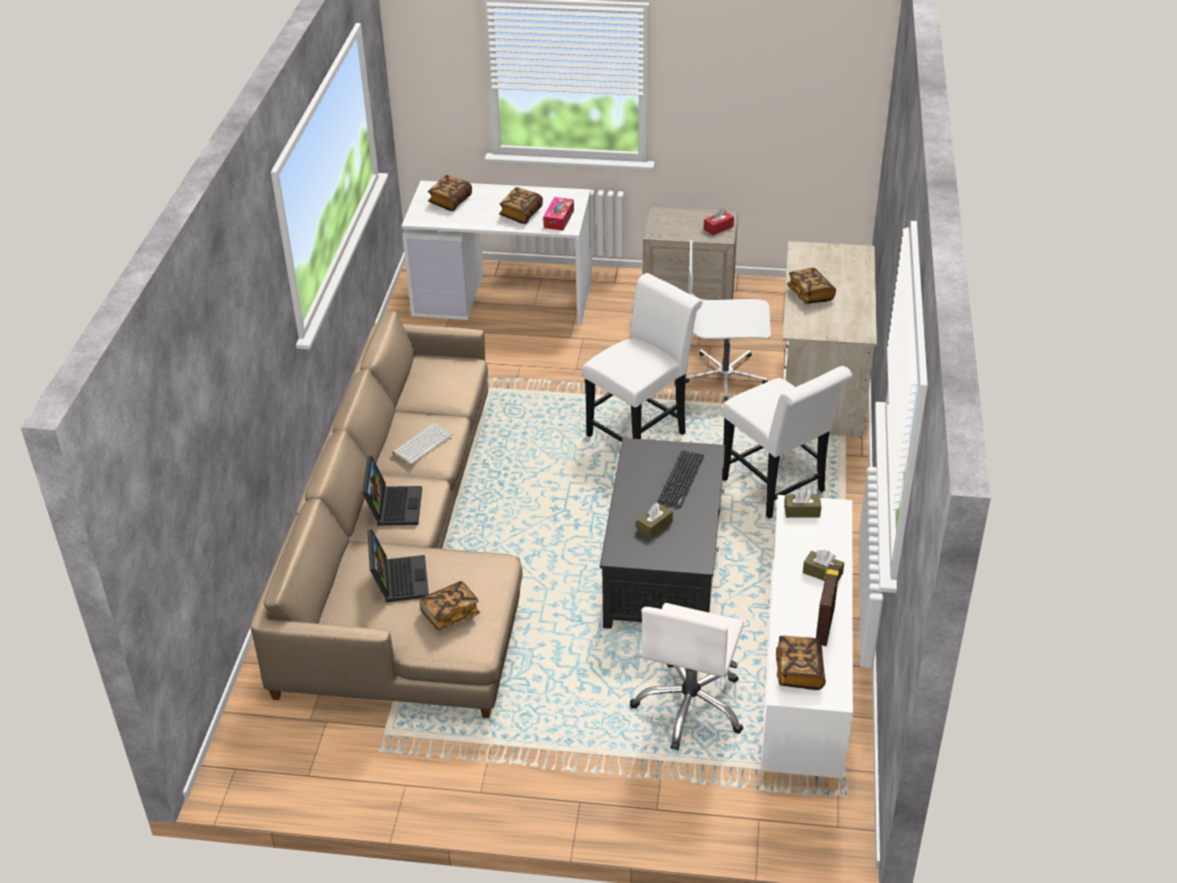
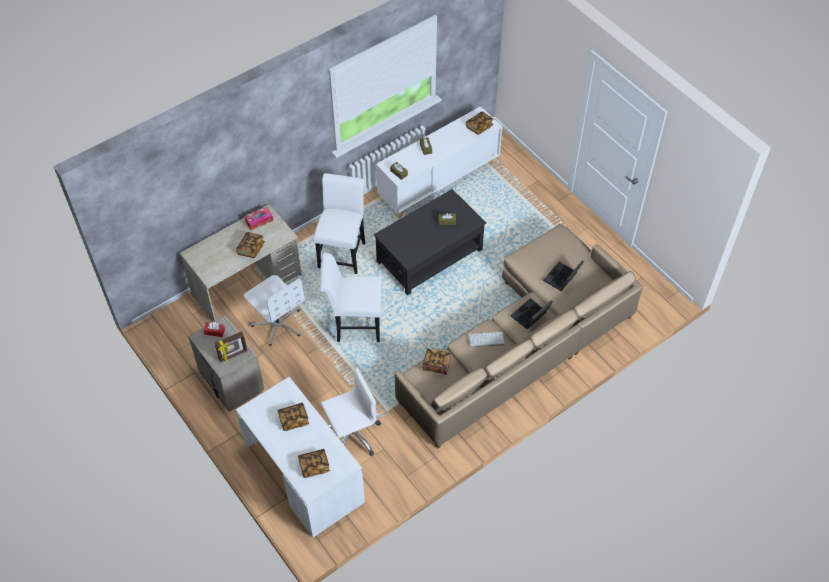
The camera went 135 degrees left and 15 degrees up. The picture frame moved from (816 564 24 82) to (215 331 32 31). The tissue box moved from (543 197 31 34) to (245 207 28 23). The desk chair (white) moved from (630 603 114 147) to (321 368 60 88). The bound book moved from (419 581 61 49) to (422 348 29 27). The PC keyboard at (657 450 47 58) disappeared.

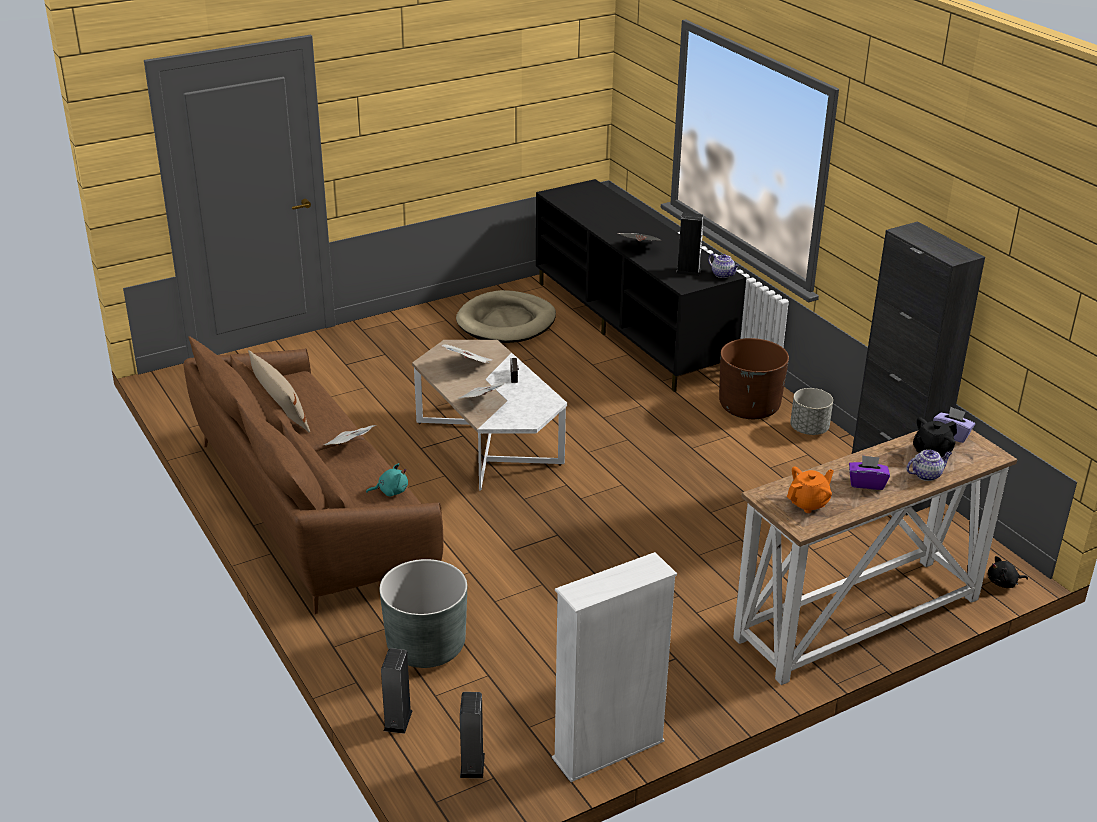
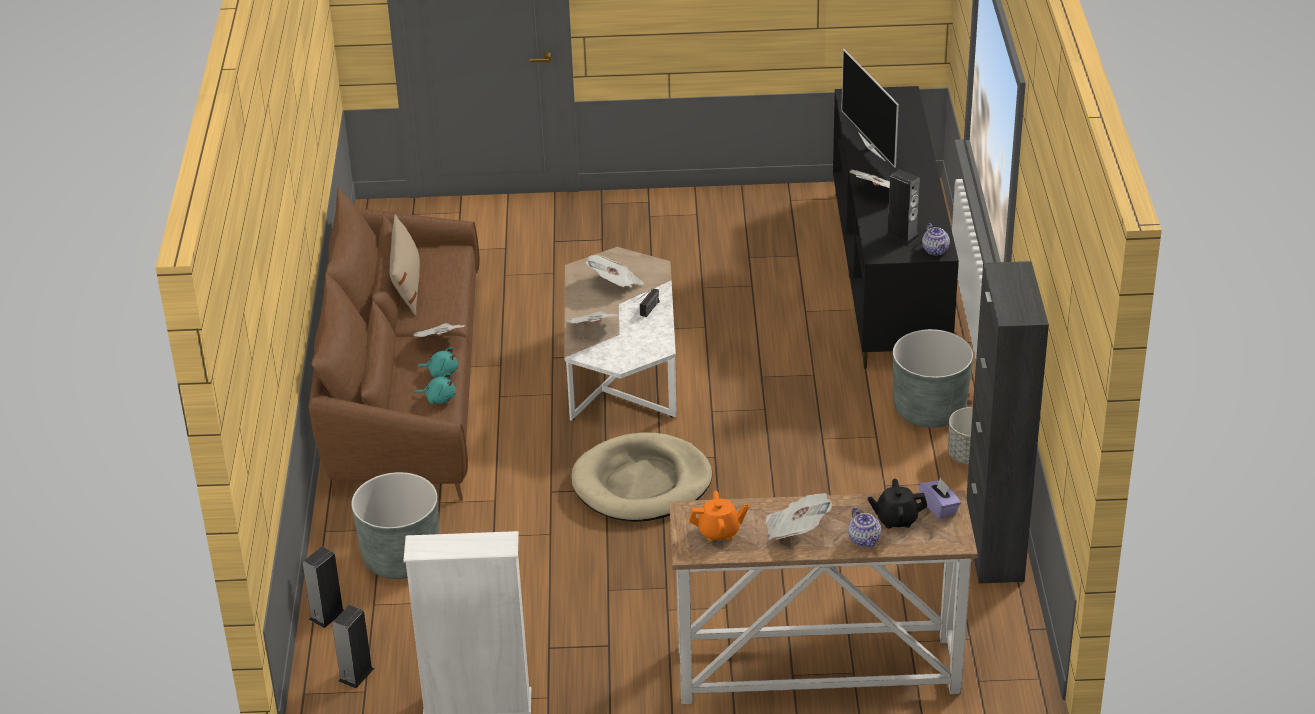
The camera went 30 degrees right and 5 degrees up. The plush toy (blue-green) at (418 347 40 31) appeared. The dog cushion (sand-coloured) moved from (456 290 100 53) to (571 432 141 90). The tissue box (purple) at (849 455 41 35) was replaced by the daily paper at (766 493 66 47). The TV at (841 49 58 119) appeared. The tea pot at (906 449 46 32) turned 60 degrees clockwise. The flower pot (brownish) at (719 338 70 81) became the flower pot (grey) at (893 329 80 99). The plush toy (blackish) at (988 556 40 32) disappeared.

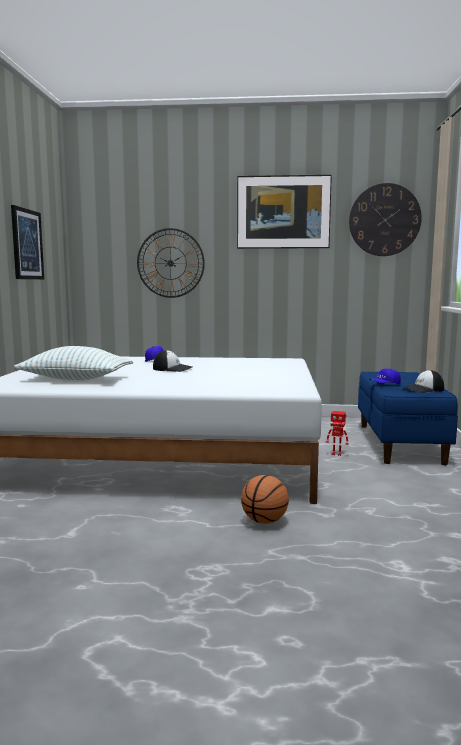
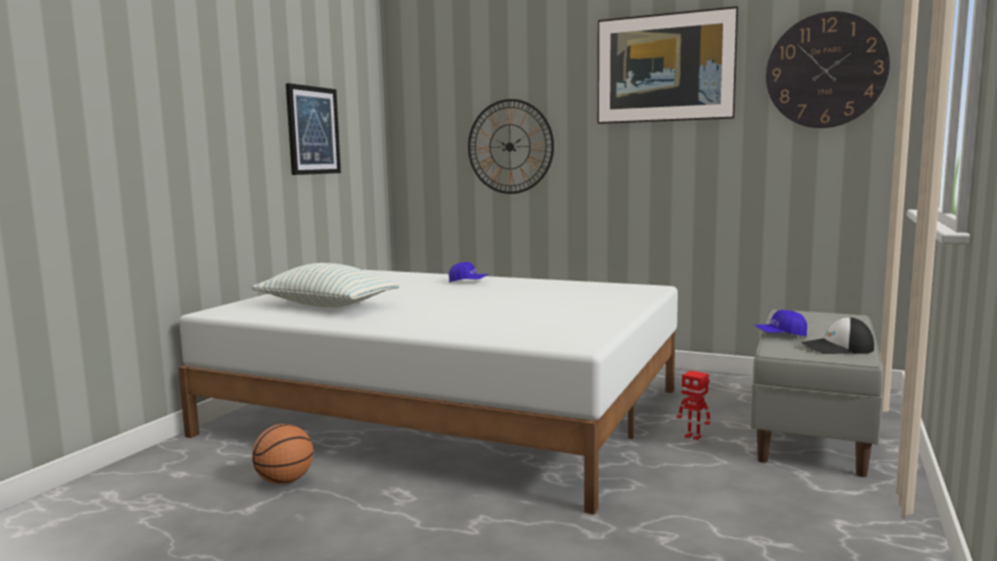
The camera went 20 degrees right and 0 degrees up. The basketball ball moved from (241 475 48 49) to (252 424 61 60). The bench (blue) at (358 372 100 93) became the bench (grey) at (750 309 134 168). The baseball cap at (153 350 39 22) disappeared.

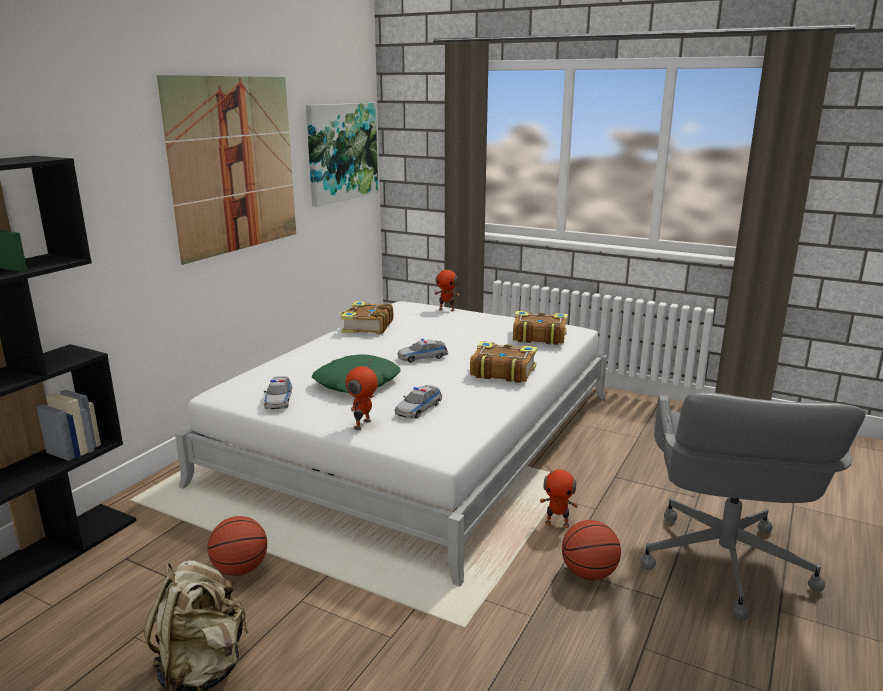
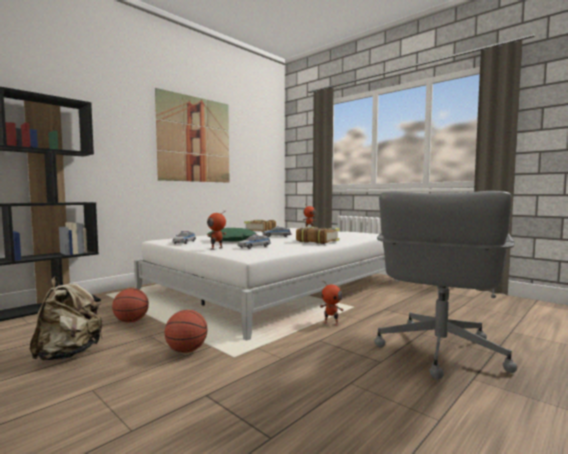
The camera went 15 degrees right and 15 degrees down. The basketball ball moved from (562 520 59 60) to (165 310 42 43). The wall picture at (306 103 72 104) disappeared. The bound book at (513 311 55 34) disappeared.

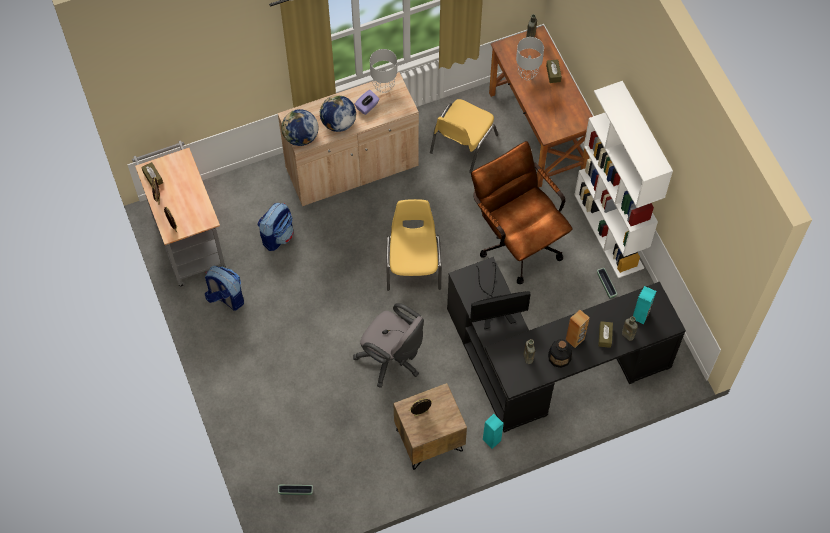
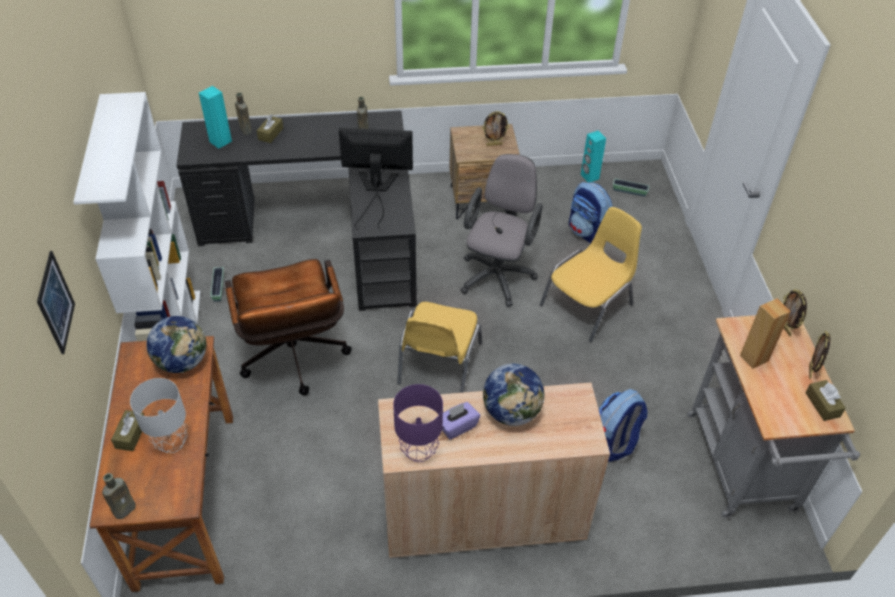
The camera went 165 degrees left and 15 degrees down. The wall picture at (37 251 38 103) appeared. The globe moved from (281 109 38 37) to (147 316 59 57). The lamp for a table (grey) at (370 49 27 44) became the lamp for a table (purple) at (393 384 50 78). The desk chair (grey) at (353 303 71 85) turned 60 degrees clockwise. The upright chair (yellow-coloured) moved from (430 99 68 74) to (540 207 102 135). The knapsack moved from (205 266 39 45) to (569 182 44 62). The audio speaker (blue-green) moved from (483 414 21 35) to (581 130 25 52). The audio speaker (brownish) moved from (566 310 24 38) to (740 298 51 71). The drink bottle at (548 339 24 29) disappeared.

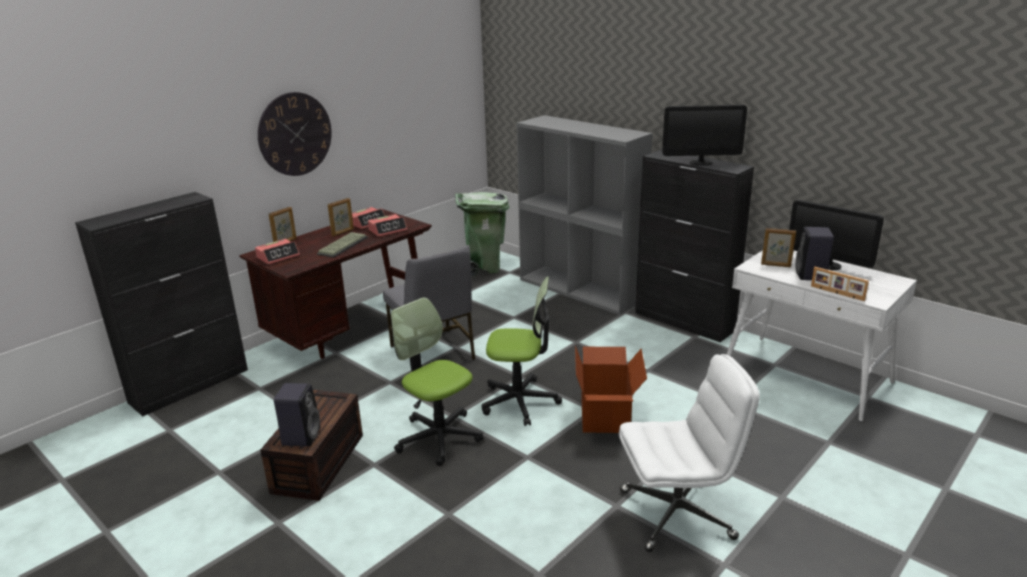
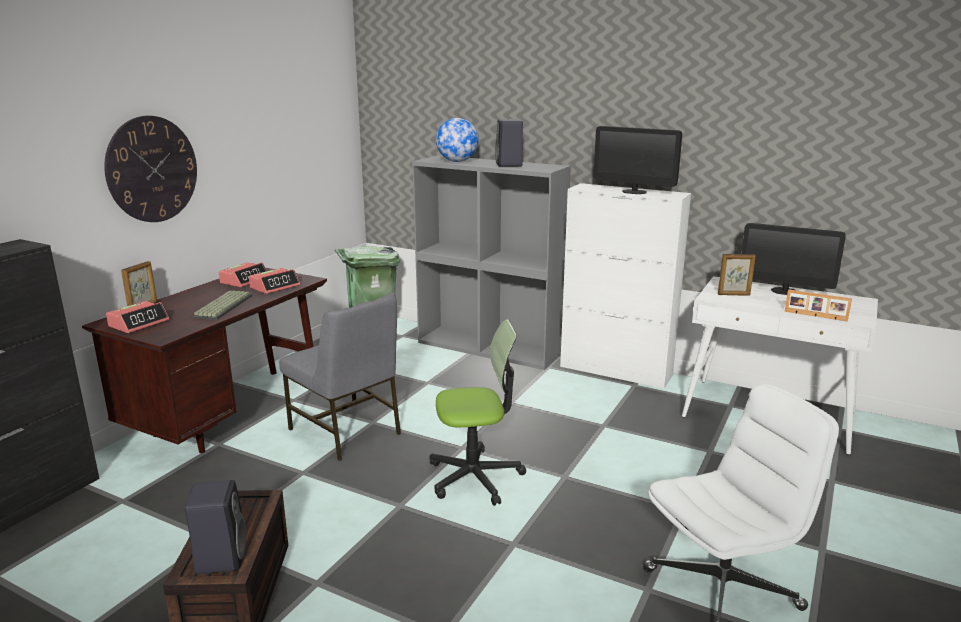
The camera went 15 degrees left and 5 degrees down. The globe at (436 118 42 44) appeared. The audio speaker (blackish) moved from (796 227 38 53) to (495 119 28 48). The cupboard (blackish) at (635 150 119 192) became the cupboard (white) at (560 183 131 205). The computer screen at (662 105 85 61) turned 45 degrees clockwise. The picture frame at (328 198 26 38) disappeared. The desk chair at (391 297 92 169) disappeared. The packing box at (575 345 72 88) disappeared.

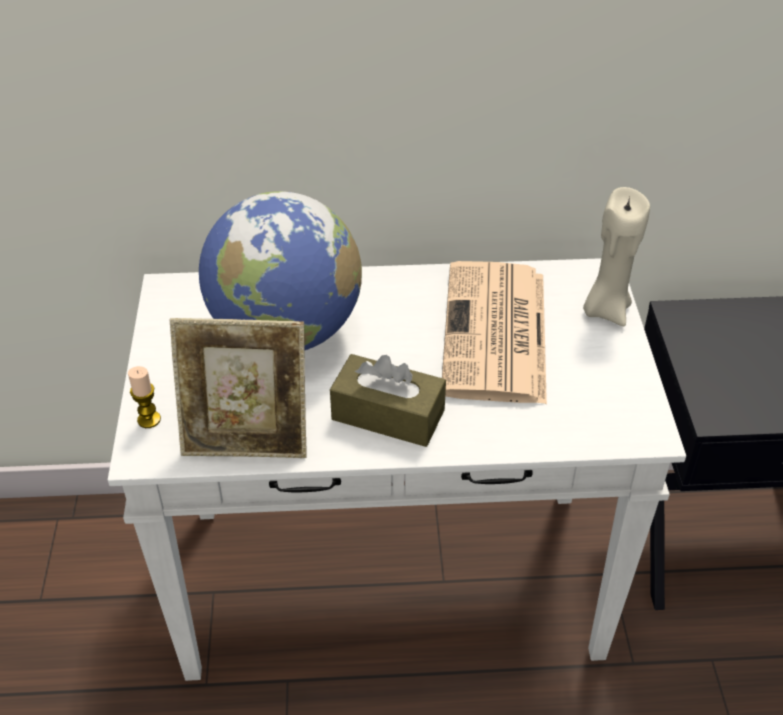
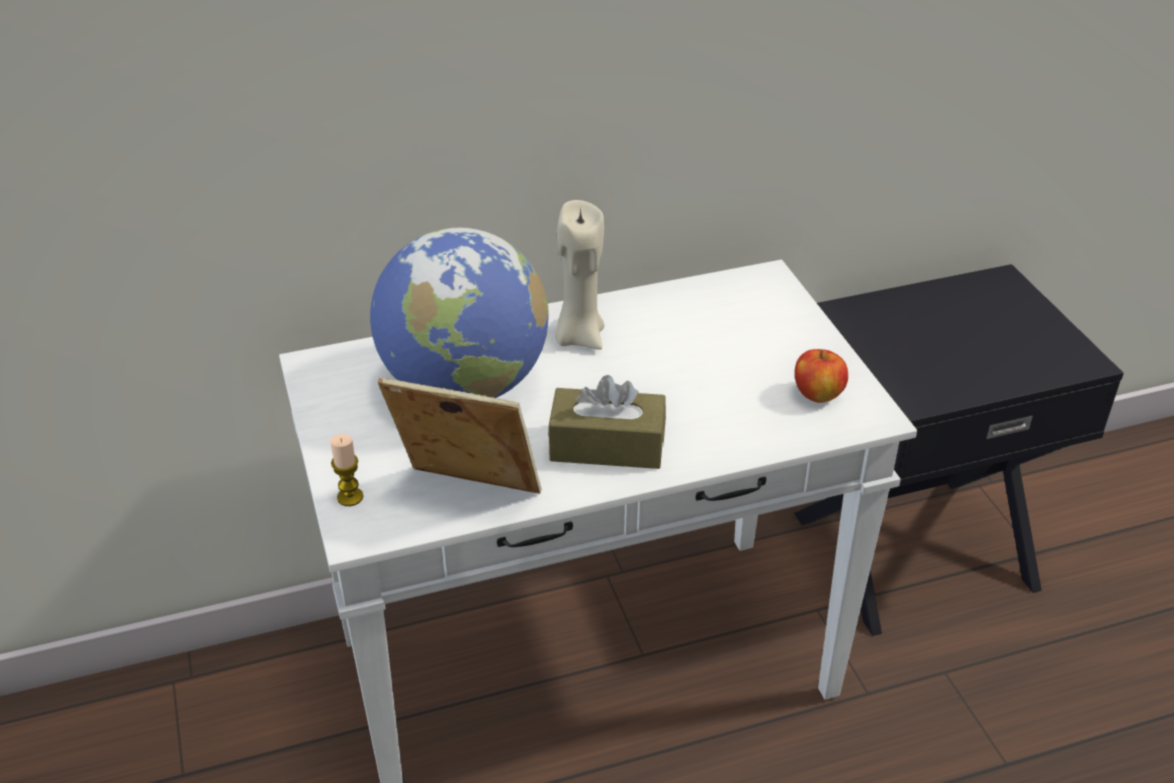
The camera went 15 degrees left and 5 degrees down. The picture frame at (170 318 137 140) turned 150 degrees counterclockwise. The candle (sand-coloured) moved from (583 187 67 139) to (555 200 49 150). The apple fruit at (795 349 53 54) appeared. The daily paper at (442 261 105 143) disappeared.

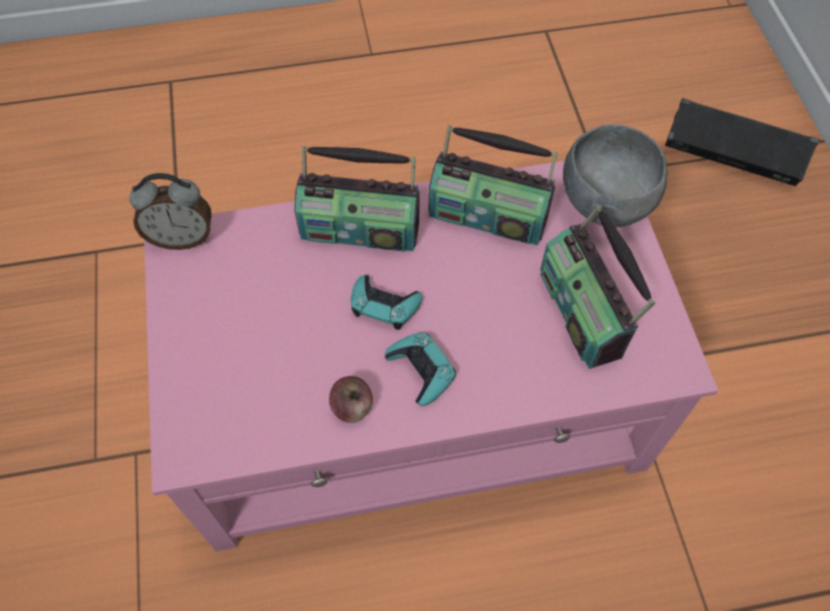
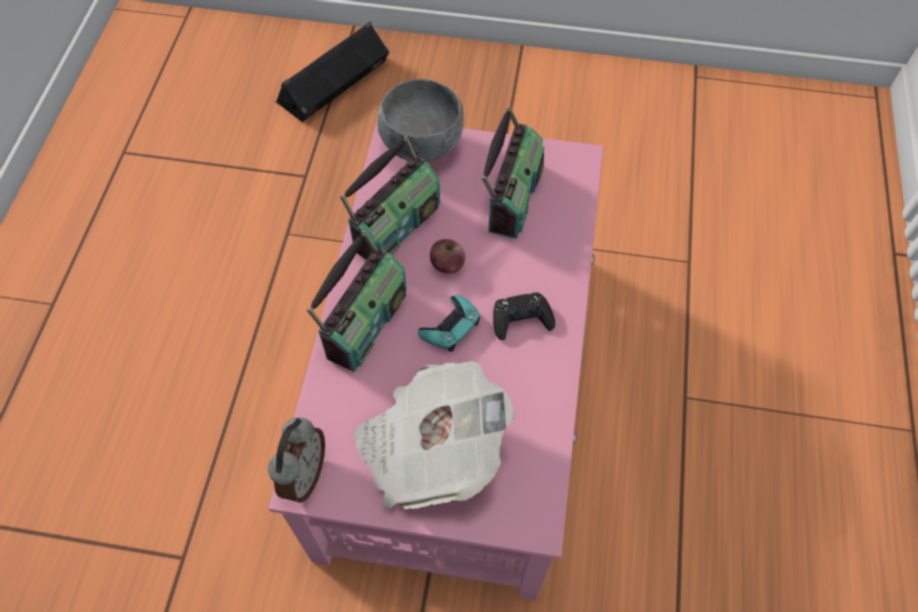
The camera went 70 degrees left and 0 degrees up. The daily paper at (353 361 162 148) appeared. The apple fruit moved from (329 376 44 47) to (430 239 36 35). The radio set at (540 205 116 164) turned 75 degrees counterclockwise. The game controller (blue-green) at (385 333 71 73) became the game controller (blackish) at (493 292 62 48).

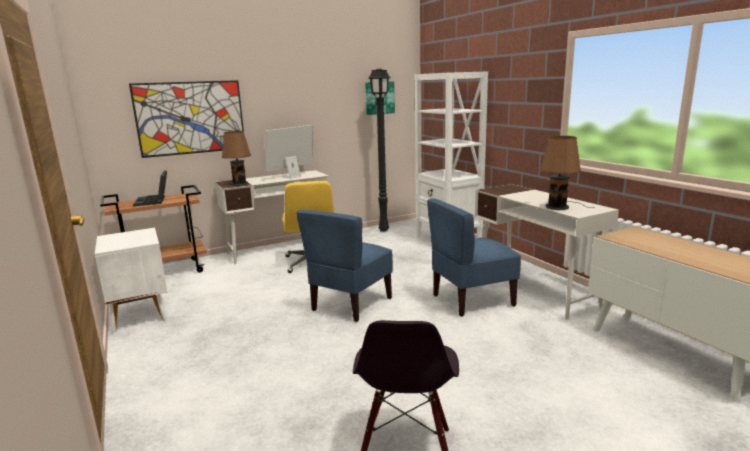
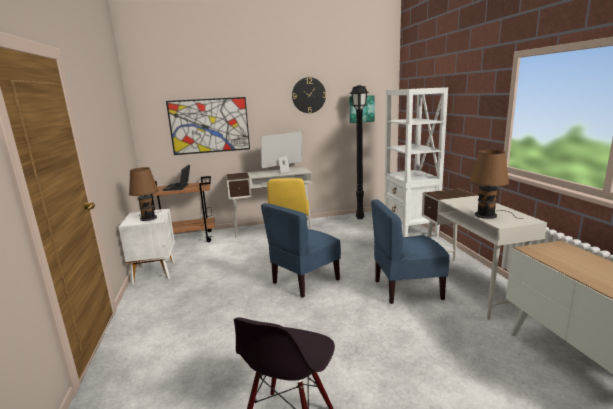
The camera went 15 degrees right and 0 degrees up. The lamp for a table (brownish) moved from (222 131 29 55) to (129 167 32 54). The wall clock at (292 77 34 36) appeared.

